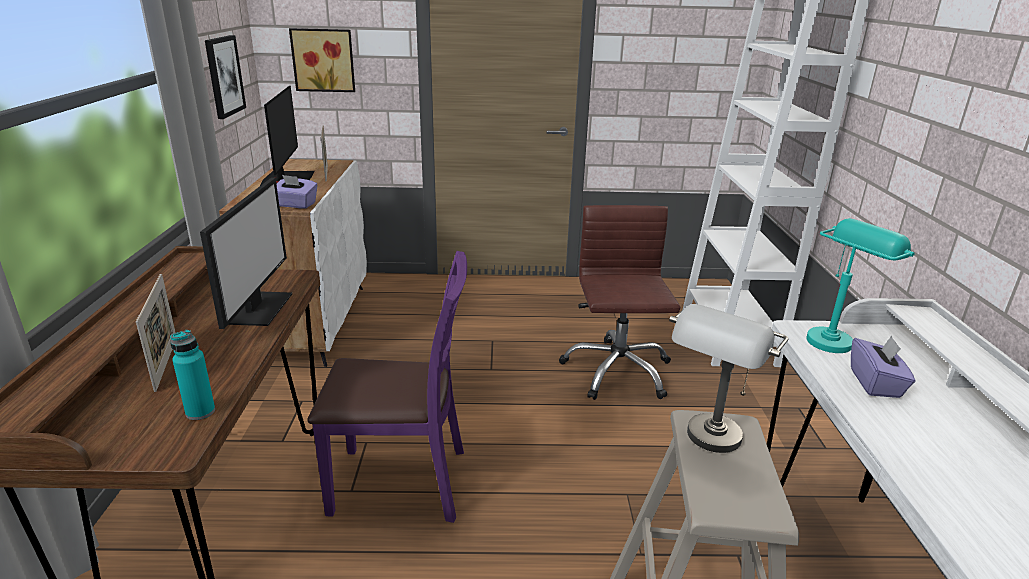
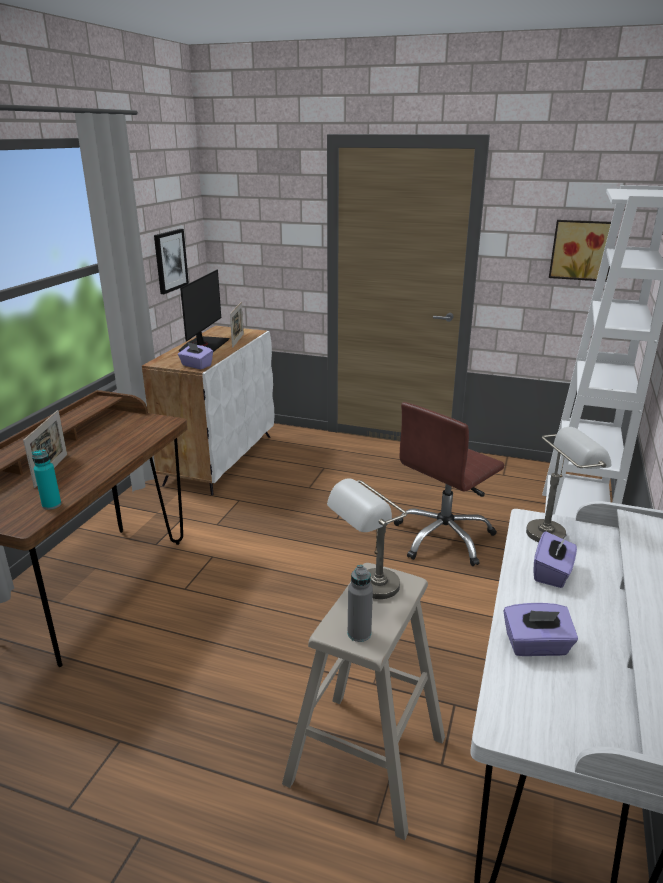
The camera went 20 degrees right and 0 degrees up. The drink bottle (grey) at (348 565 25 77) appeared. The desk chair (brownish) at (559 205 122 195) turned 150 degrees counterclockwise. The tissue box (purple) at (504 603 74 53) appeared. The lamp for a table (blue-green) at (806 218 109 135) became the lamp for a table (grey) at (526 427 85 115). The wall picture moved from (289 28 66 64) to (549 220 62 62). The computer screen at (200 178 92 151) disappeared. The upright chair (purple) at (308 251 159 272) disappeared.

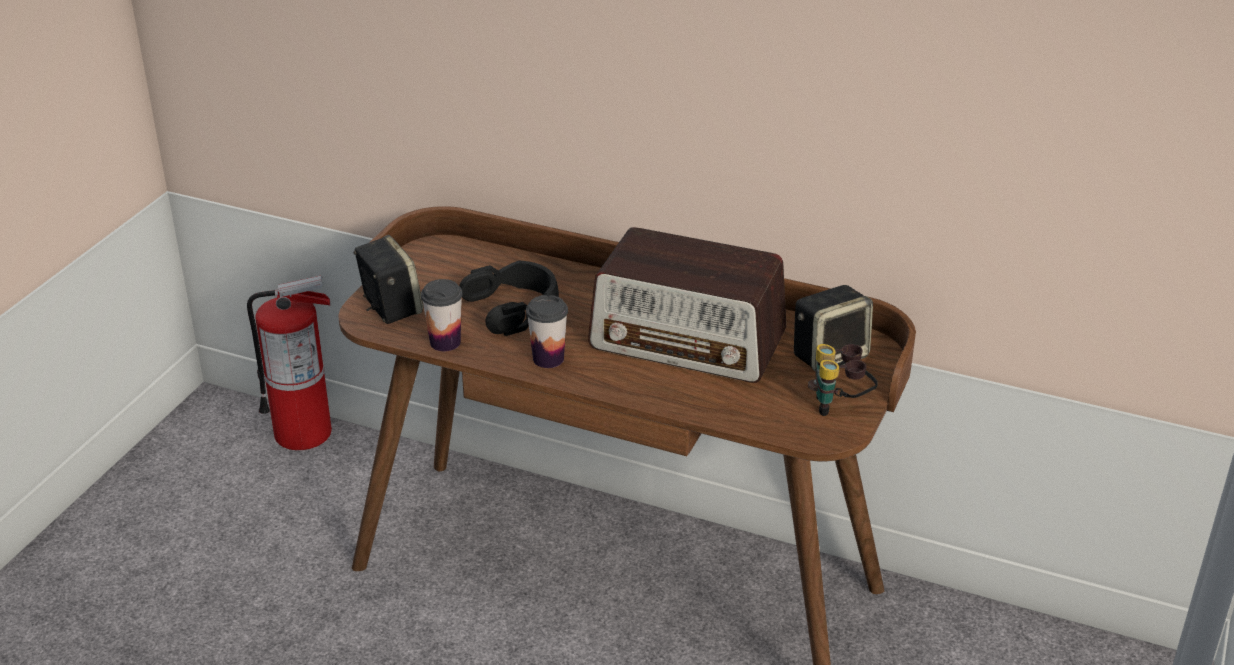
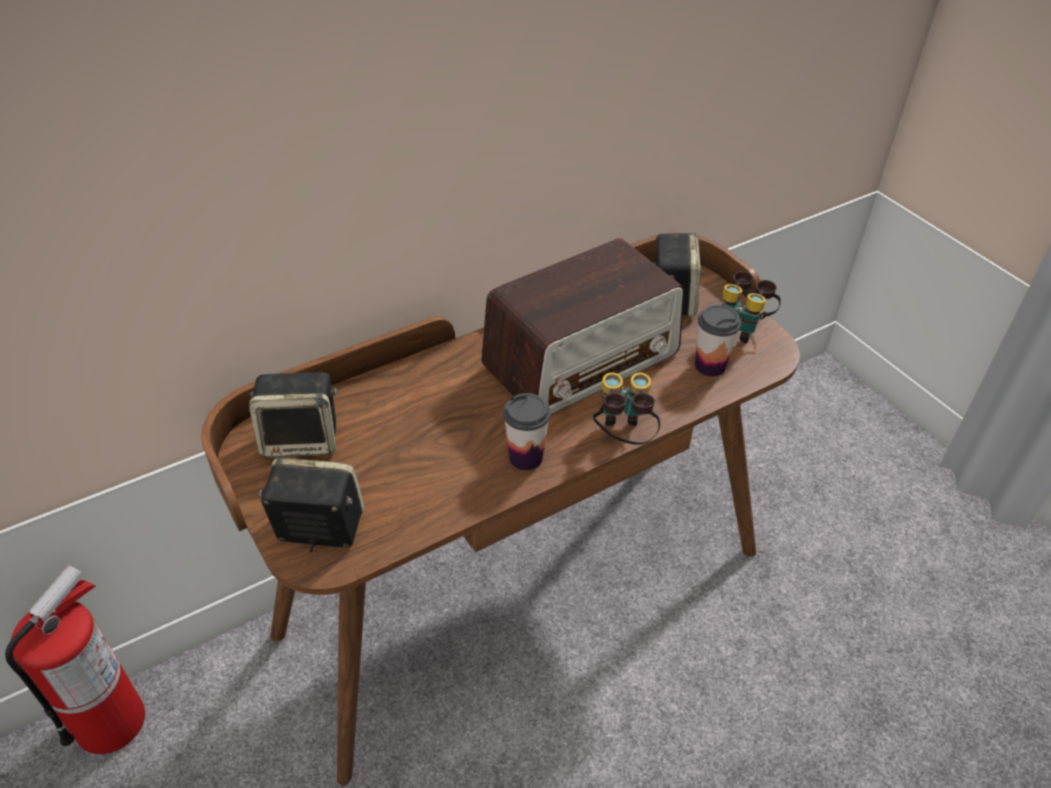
The camera went 55 degrees left and 10 degrees up. The audio speaker at (249 372 88 86) appeared. The field glasses at (593 372 67 73) appeared. The drinking cup moved from (421 279 42 72) to (695 305 46 72). The headset (blackish) at (459 261 100 75) disappeared.

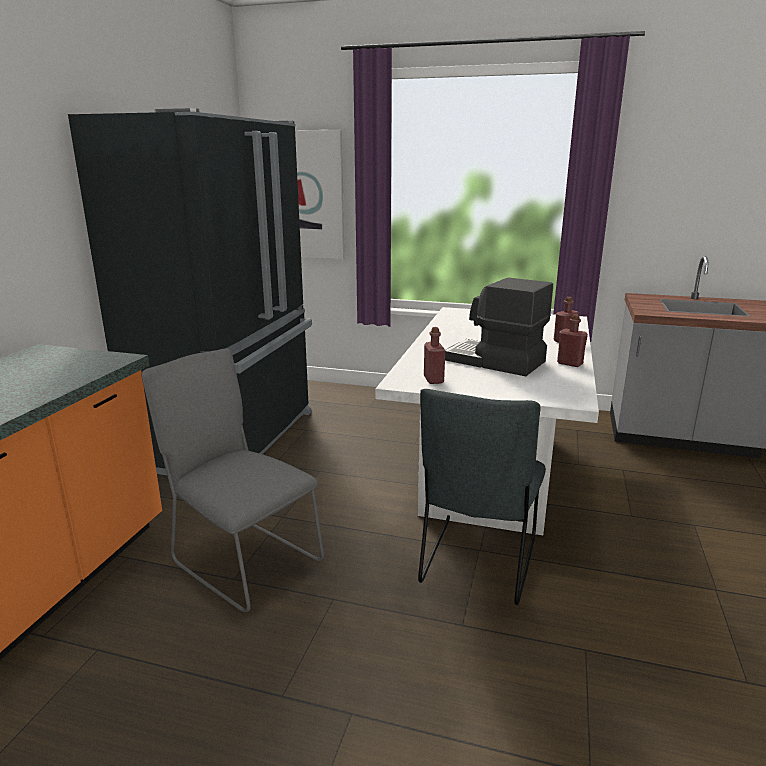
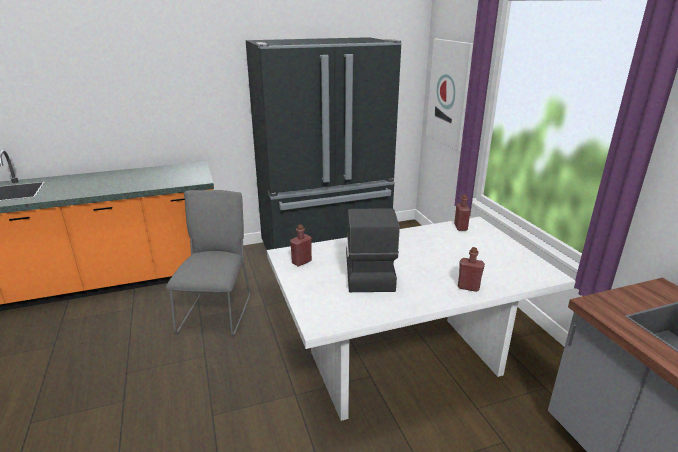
The camera went 55 degrees right and 5 degrees up. The drink bottle (red-coloured) moved from (557 314 31 53) to (454 194 16 37). The upright chair (grey) at (418 389 128 216) disappeared.

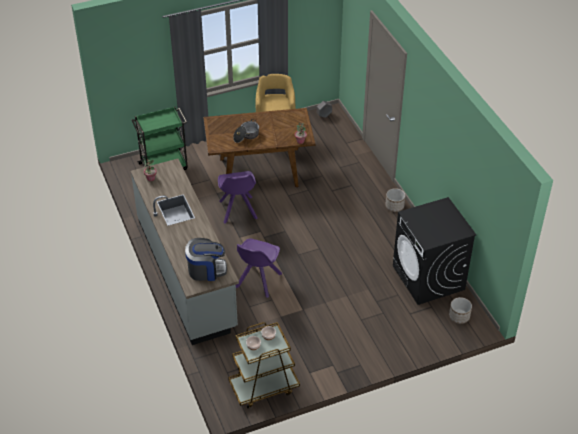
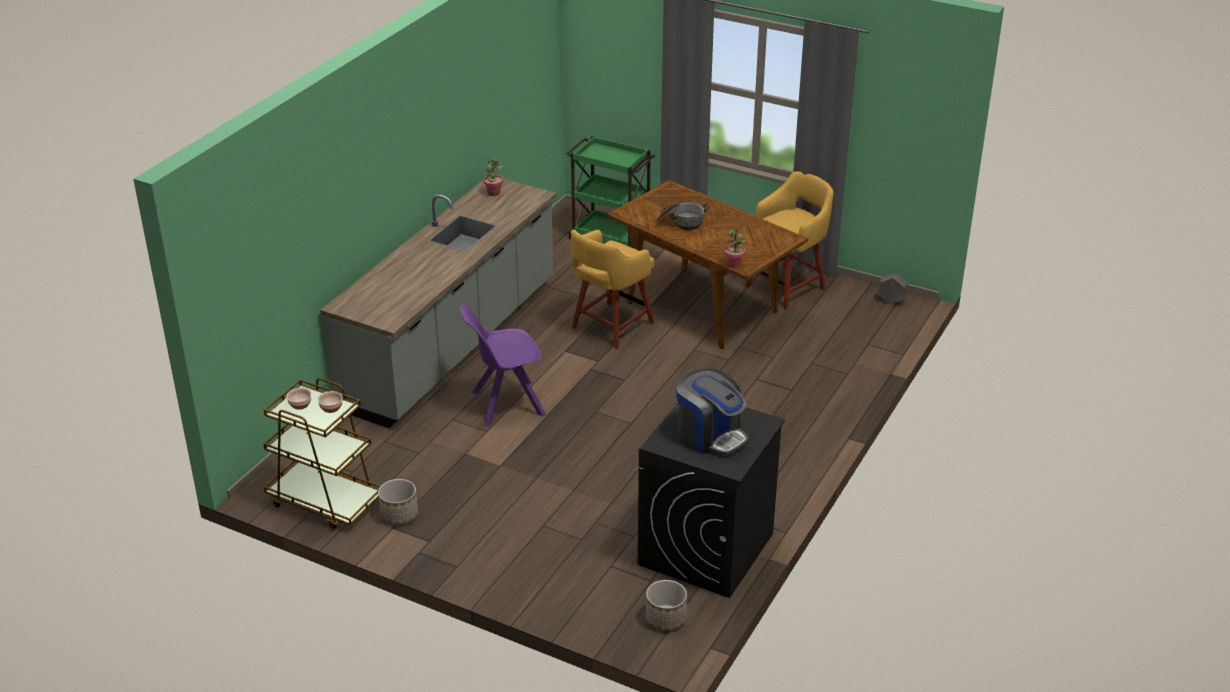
The camera went 50 degrees right and 10 degrees down. The flower pot moved from (385 188 20 24) to (378 479 40 46). The upright chair (purple) at (218 171 40 53) was replaced by the sitting stool (yellow-coloured) at (571 229 83 120). The coffee machine moved from (185 238 42 43) to (676 368 73 88).

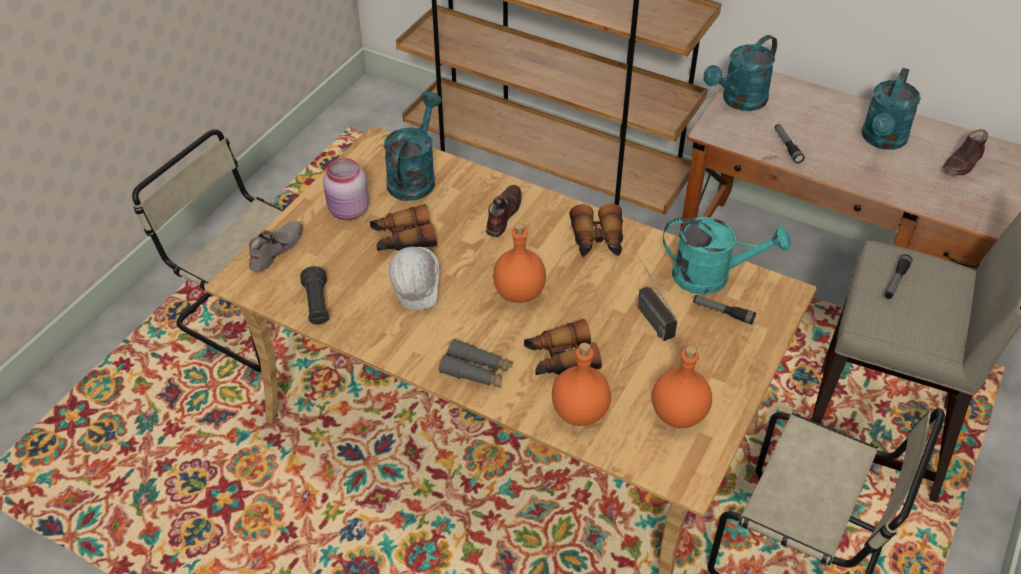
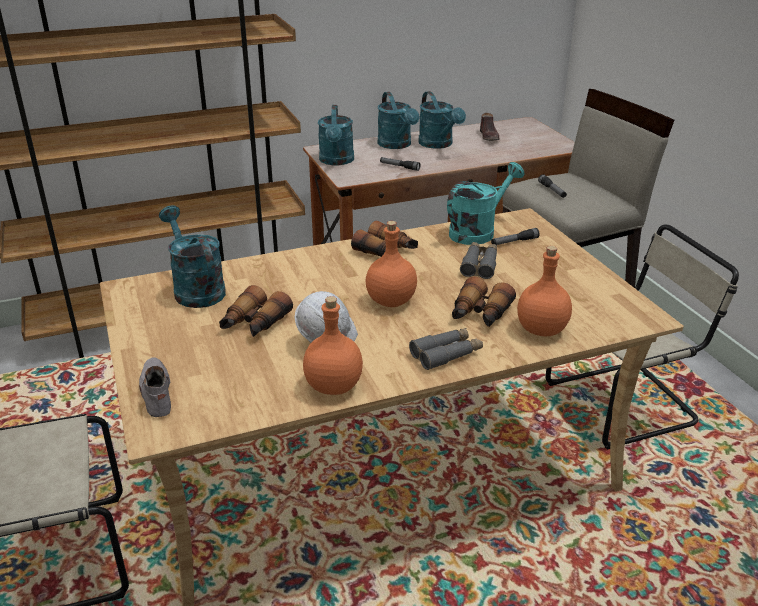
The camera went 50 degrees left and 15 degrees down. The drink bottle (orangey) moved from (652 345 60 83) to (303 296 60 99). The sprinkling can (blue-green) at (378 92 41 57) appeared. The radio set at (636 254 41 87) was replaced by the field glasses (grey) at (460 242 37 37). The hand torch (blackish) at (300 266 30 59) disappeared. The preserve jar (pink) at (323 158 46 62) disappeared. The low shoe (brownish) at (486 185 36 52) disappeared.

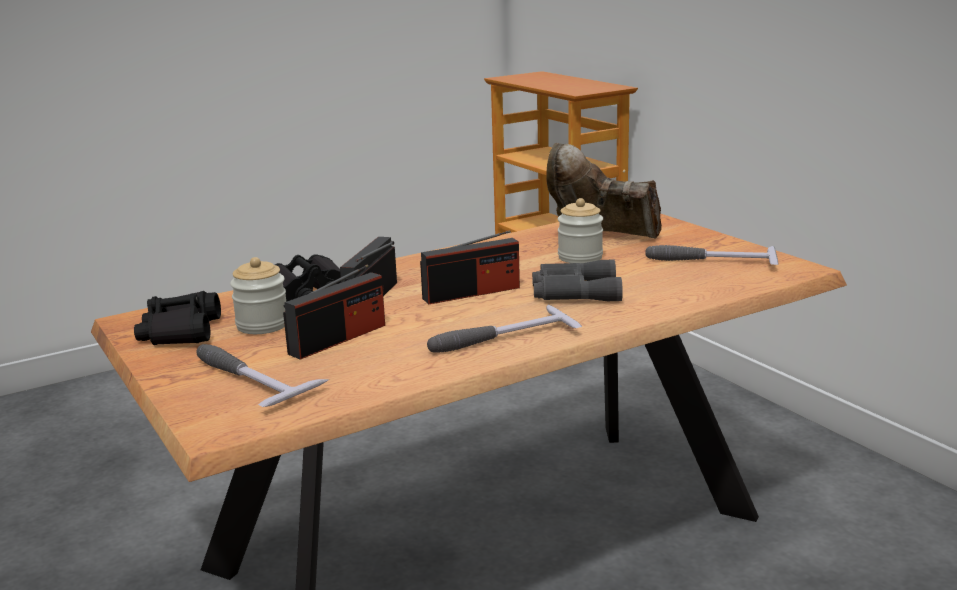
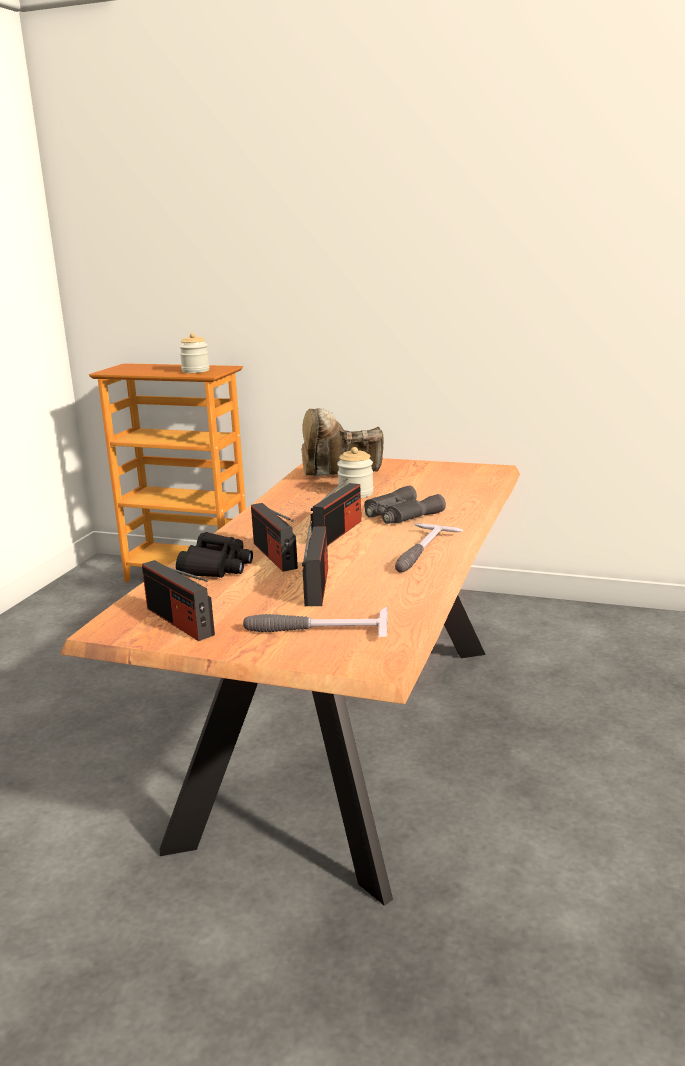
The camera went 40 degrees left and 0 degrees up. The field glasses (blackish) at (134 291 87 54) was replaced by the radio set at (142 560 73 81). The preserve jar moved from (230 257 56 77) to (179 333 30 40). The tool hammer at (645 245 133 20) disappeared.

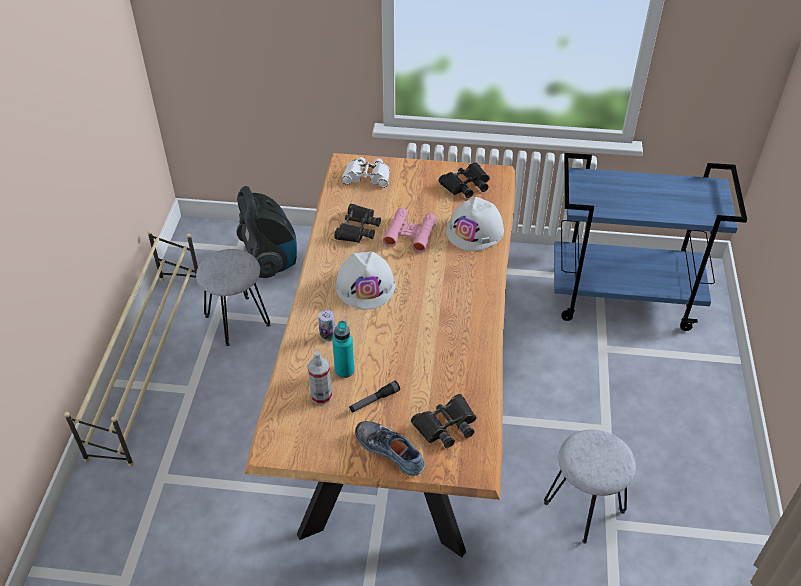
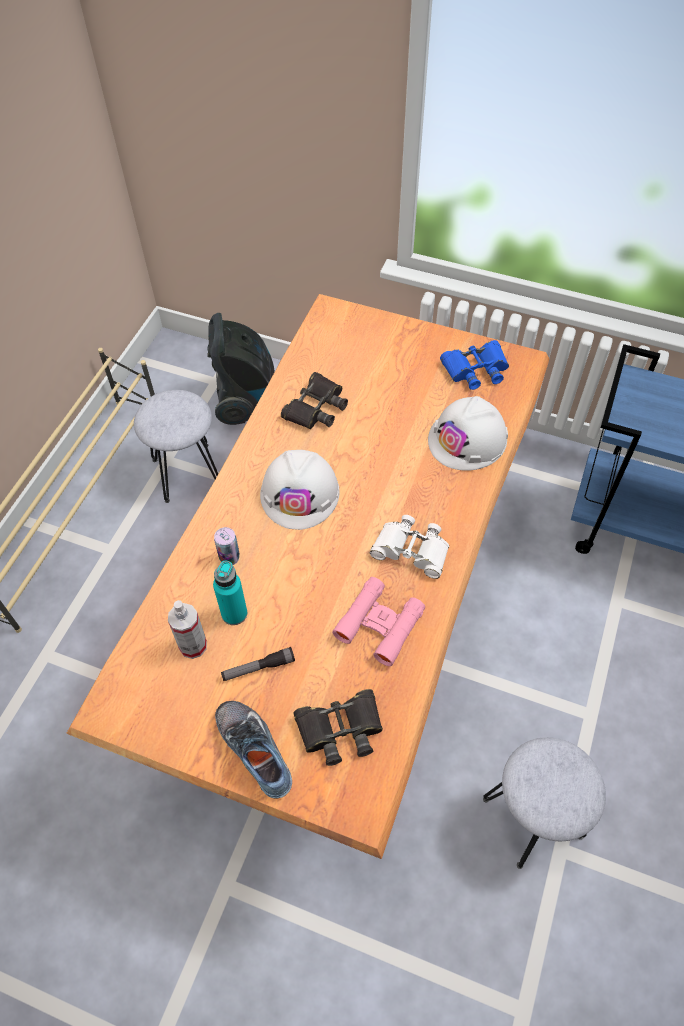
The camera went 15 degrees right and 10 degrees up. The field glasses (pink) moved from (383 208 54 45) to (332 577 93 89). The field glasses (white) moved from (341 157 49 31) to (370 515 79 64). The field glasses (blackish) at (439 162 51 36) became the field glasses (blue) at (440 340 69 50).

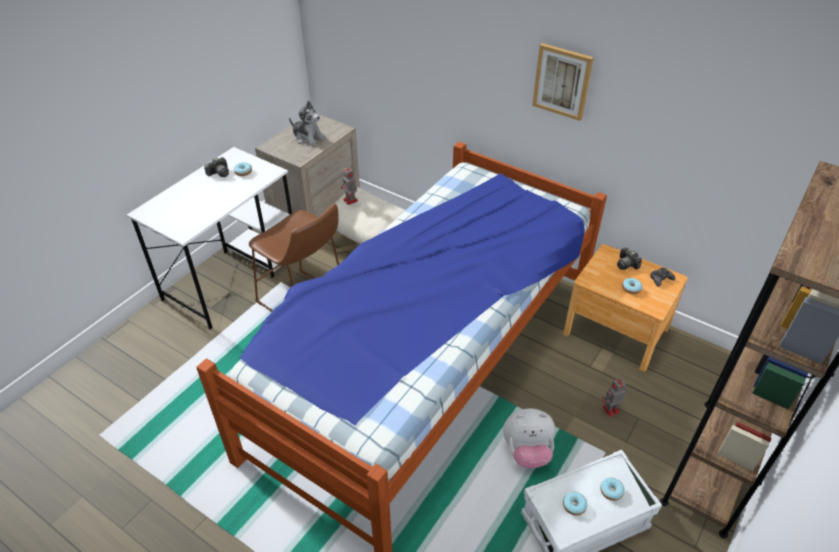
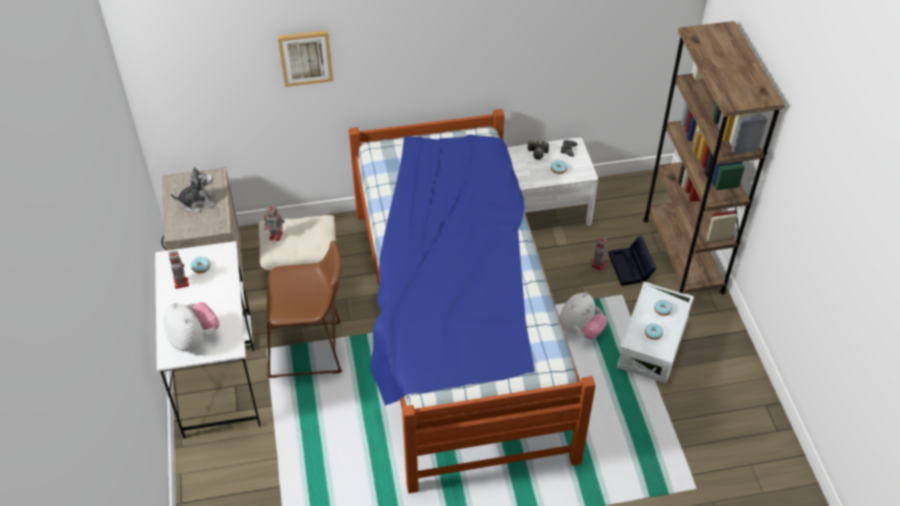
The camera went 45 degrees left and 5 degrees up. The plush toy at (163 302 57 50) appeared. The still camera at (204 157 25 20) was replaced by the toy robot at (169 251 20 38). The wall picture moved from (532 43 62 78) to (278 30 55 57). The night table (brownish) at (563 244 125 128) became the night table (white) at (507 138 91 88). The storage bin (blackish) at (609 236 48 50) appeared.

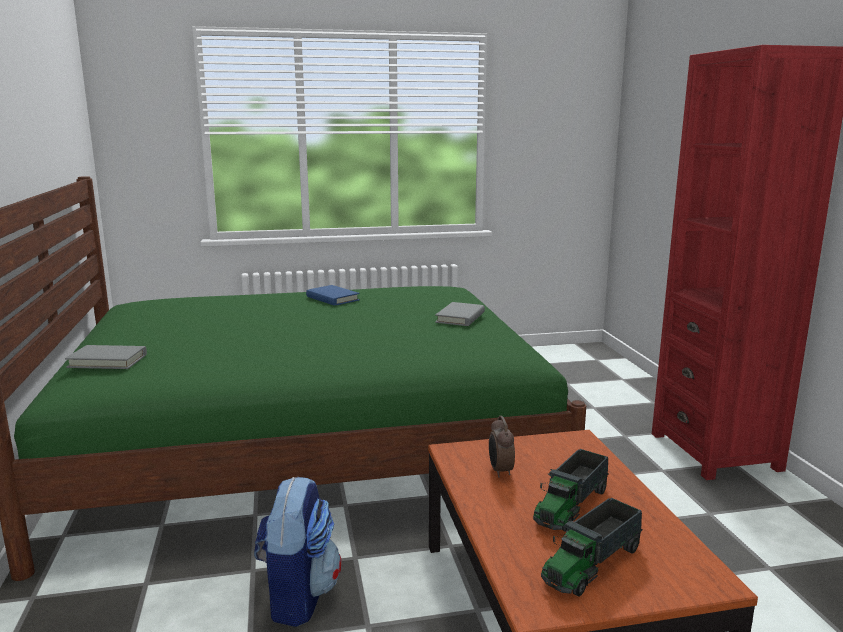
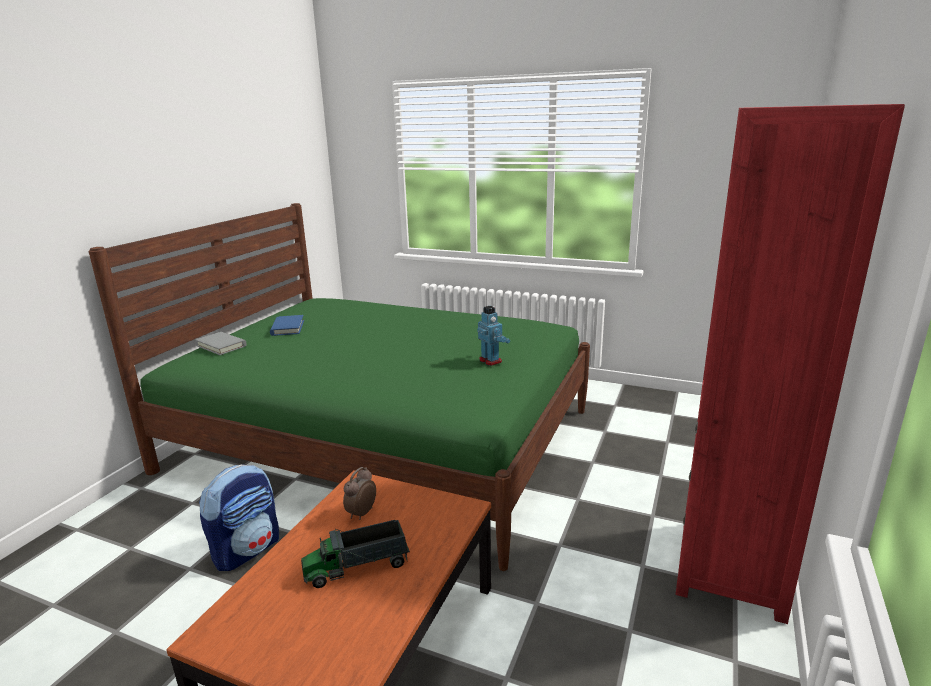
The camera went 35 degrees right and 5 degrees up. The bound book (blue) moved from (306 285 54 21) to (270 315 34 21). The bound book (grey) at (435 302 50 24) was replaced by the toy robot at (478 306 32 60). The toy truck at (541 498 101 99) disappeared.

